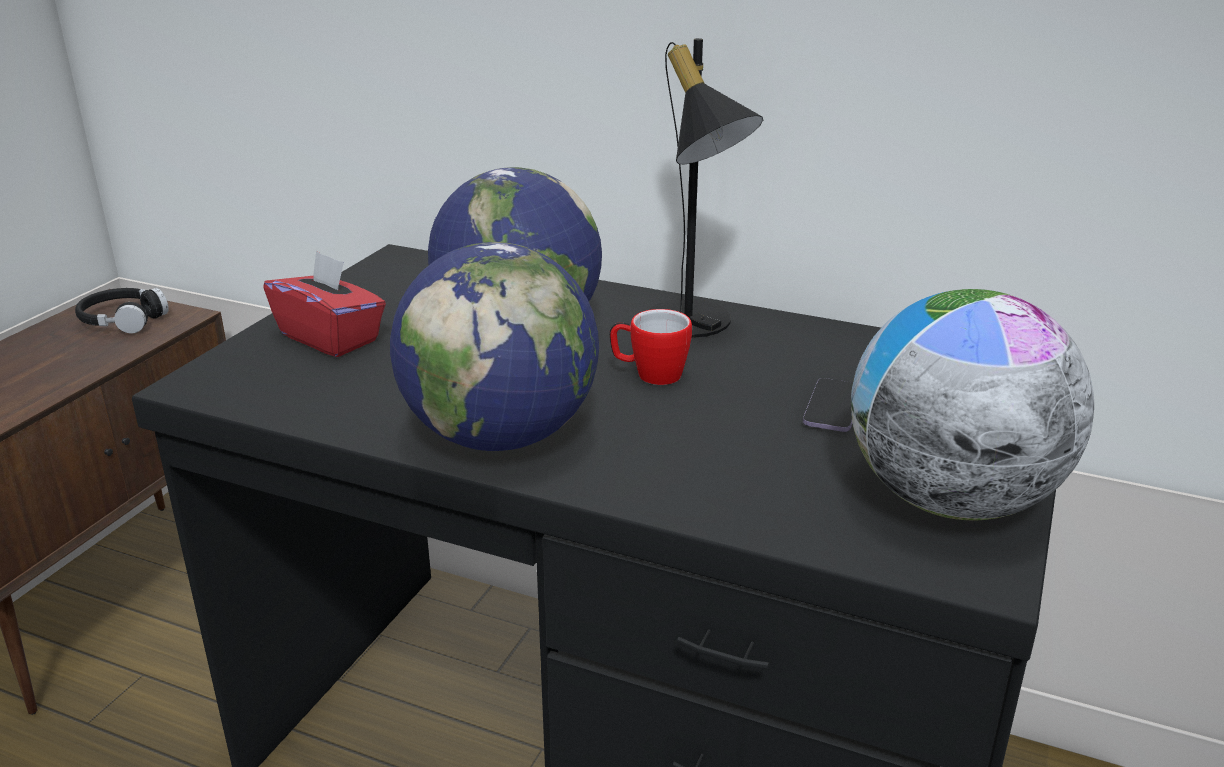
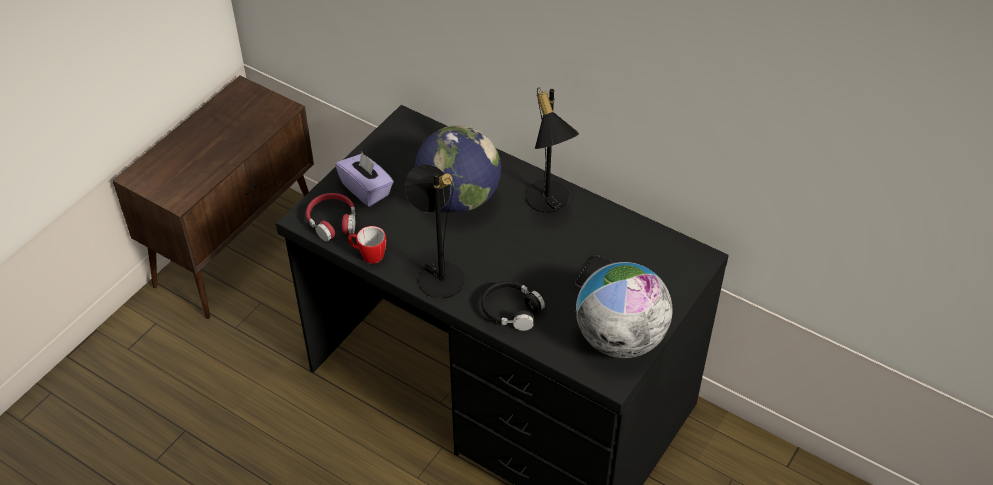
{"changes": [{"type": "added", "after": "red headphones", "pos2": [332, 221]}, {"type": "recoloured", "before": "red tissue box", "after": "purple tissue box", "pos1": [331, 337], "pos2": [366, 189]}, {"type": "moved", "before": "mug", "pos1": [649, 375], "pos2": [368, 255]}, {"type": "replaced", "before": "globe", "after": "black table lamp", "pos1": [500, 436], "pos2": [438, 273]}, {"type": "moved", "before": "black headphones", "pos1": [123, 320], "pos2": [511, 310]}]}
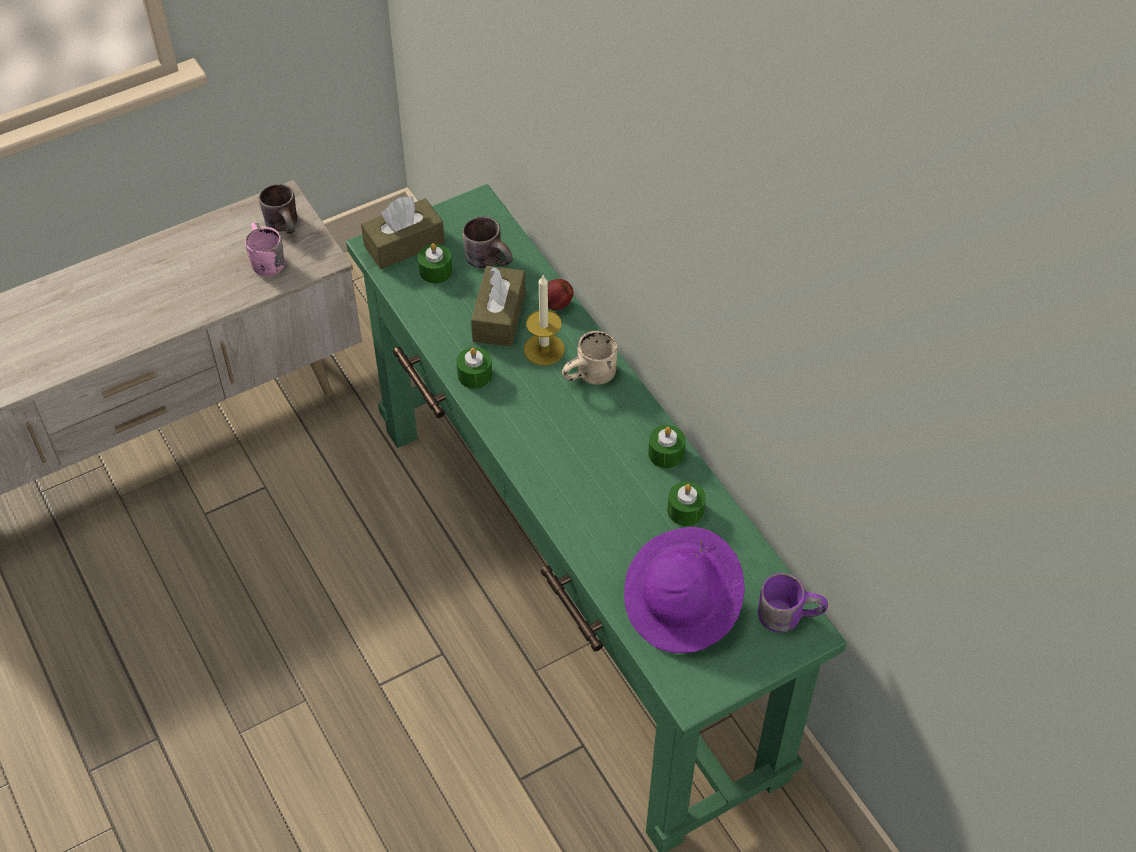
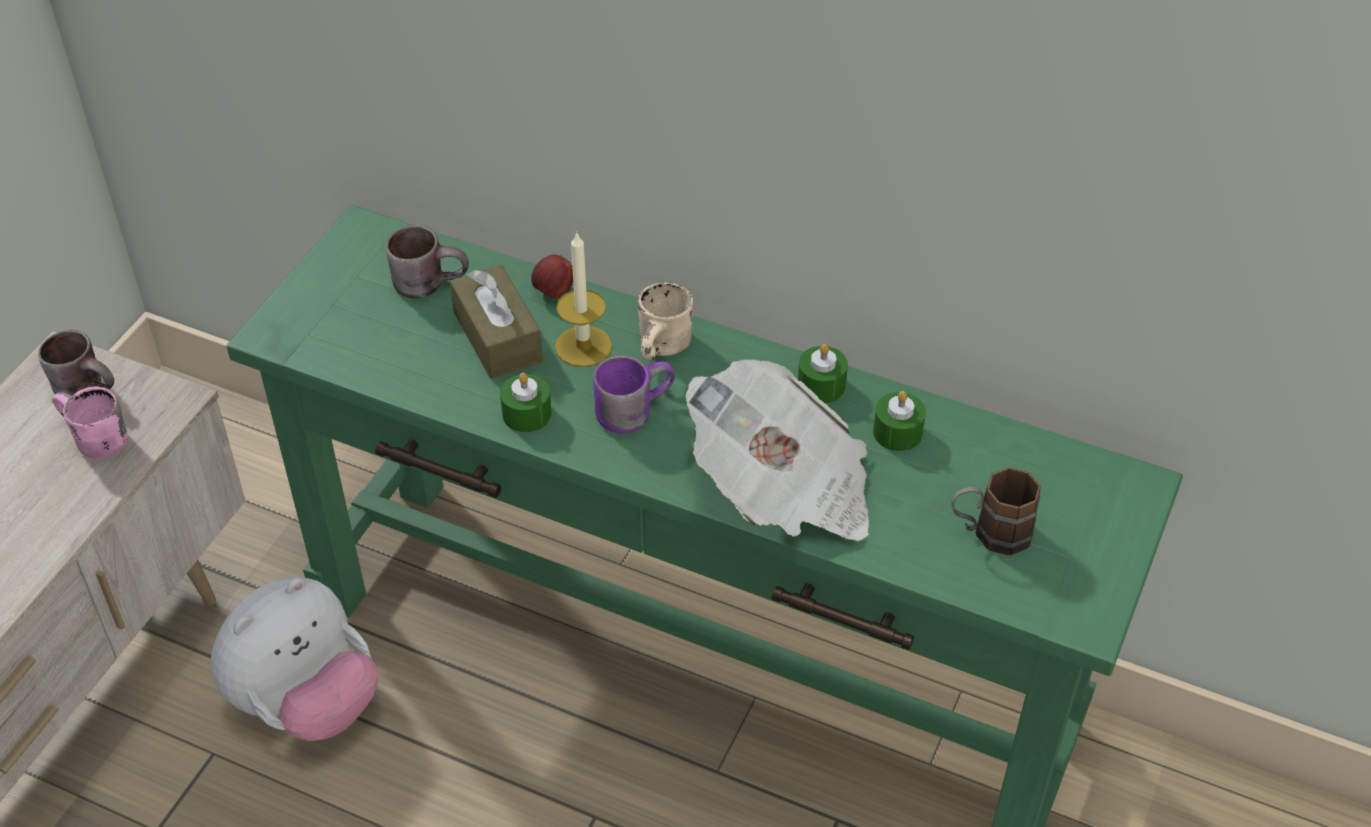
{"changes": [{"type": "added", "after": "plush toy", "pos2": [306, 703]}, {"type": "moved", "before": "purple mug", "pos1": [788, 613], "pos2": [631, 408]}, {"type": "added", "after": "newspaper", "pos2": [783, 489]}, {"type": "replaced", "before": "purple hat", "after": "brown mug", "pos1": [682, 607], "pos2": [989, 533]}, {"type": "removed", "before": "brown tissue box", "pos1": [404, 244]}, {"type": "removed", "before": "green candle", "pos1": [435, 271]}]}
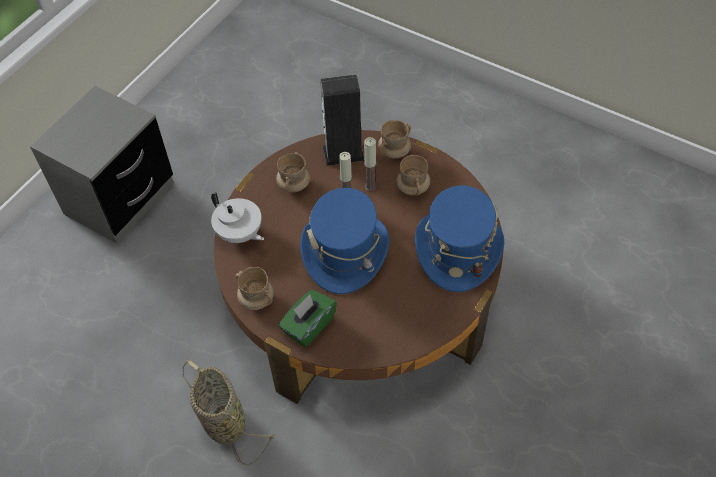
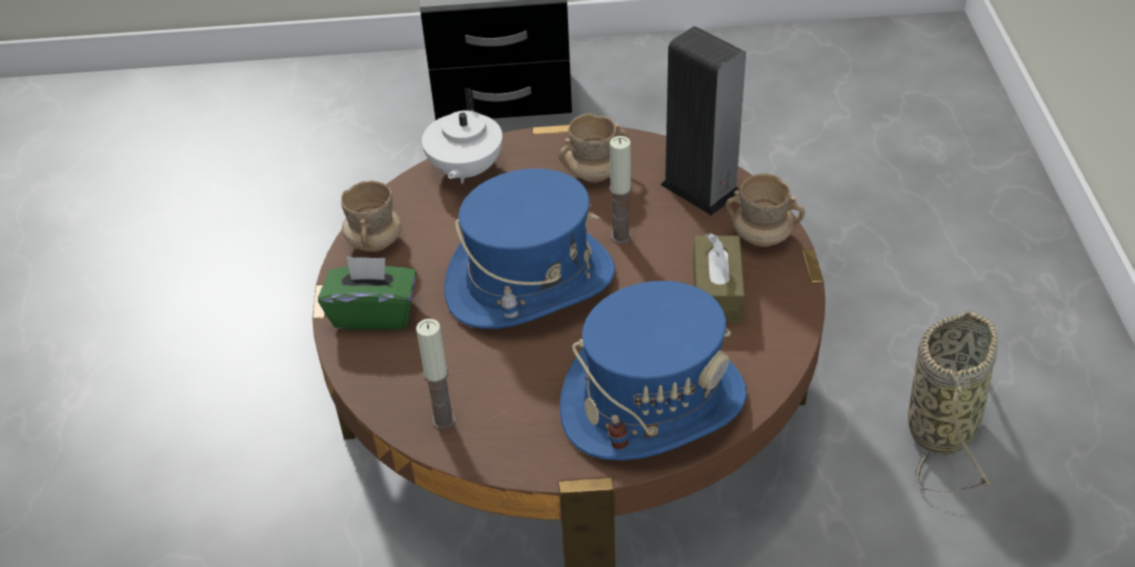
{"changes": [{"type": "moved", "before": "candle", "pos1": [370, 186], "pos2": [443, 420]}, {"type": "replaced", "before": "beige mug", "after": "brown tissue box", "pos1": [413, 188], "pos2": [717, 291]}, {"type": "moved", "before": "basket", "pos1": [223, 421], "pos2": [942, 423]}]}
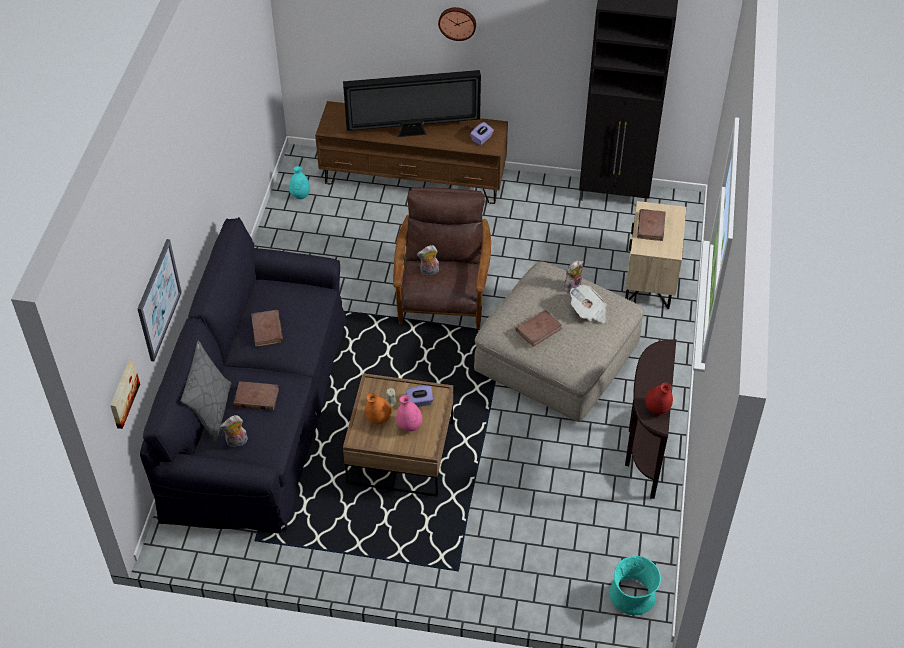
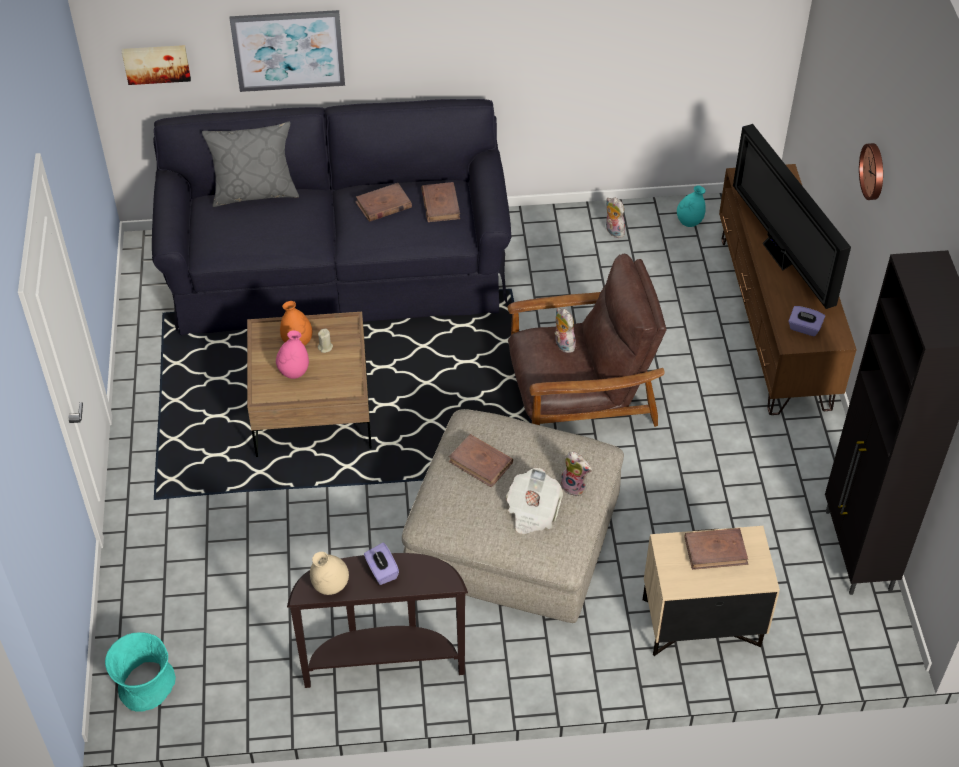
{"changes": [{"type": "recoloured", "before": "red vase", "after": "beige vase", "pos1": [657, 409], "pos2": [330, 586]}, {"type": "moved", "before": "purple tissue box", "pos1": [419, 401], "pos2": [381, 571]}, {"type": "moved", "before": "brown book", "pos1": [256, 398], "pos2": [440, 204]}, {"type": "moved", "before": "plush toy", "pos1": [236, 442], "pos2": [613, 231]}]}
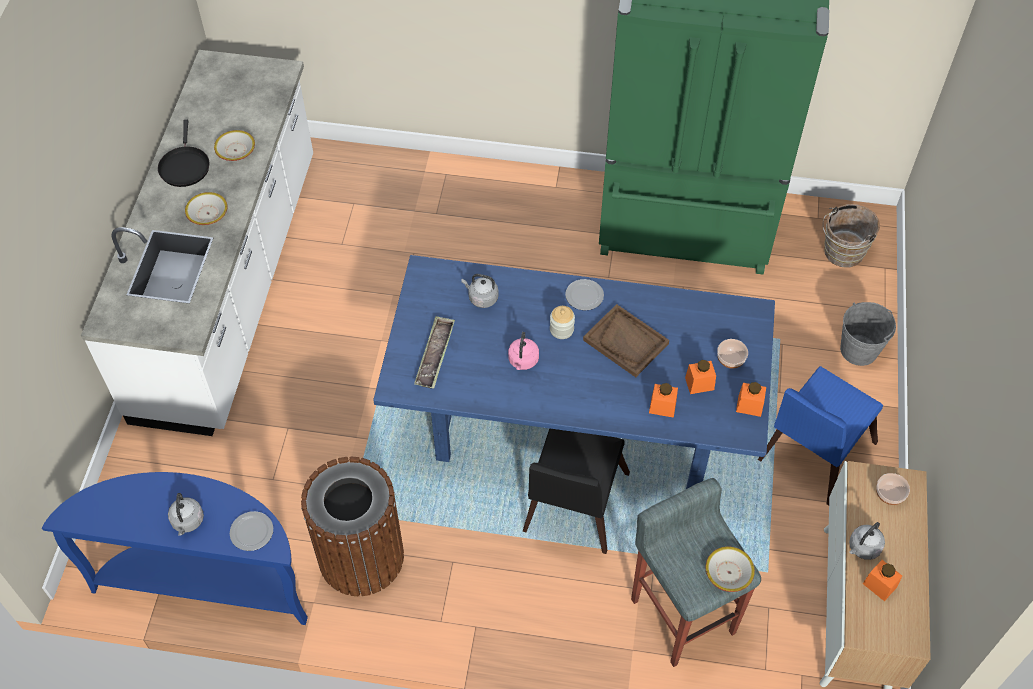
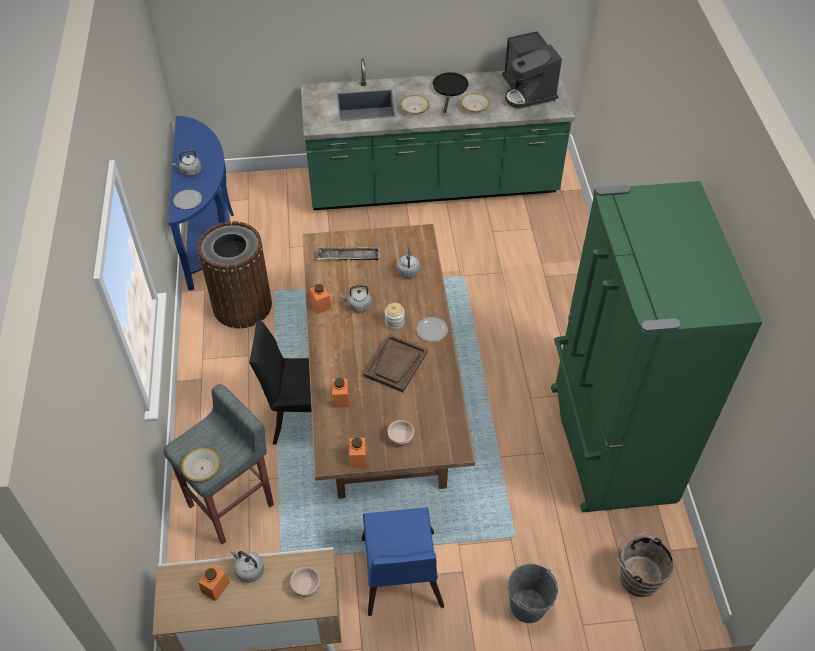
{"changes": [{"type": "recoloured", "before": "white counter", "after": "green counter", "pos1": [230, 285], "pos2": [433, 186]}, {"type": "recoloured", "before": "blue dining table", "after": "brown dining table", "pos1": [572, 422], "pos2": [382, 401]}, {"type": "moved", "before": "orange jar", "pos1": [699, 384], "pos2": [320, 305]}, {"type": "recoloured", "before": "pink kettle", "after": "grey kettle", "pos1": [523, 361], "pos2": [358, 306]}, {"type": "turned", "before": "blue chair", "pos1": [811, 455], "pos2": [400, 579], "turn": -120}, {"type": "turned", "before": "black frying pan", "pos1": [184, 166], "pos2": [450, 88], "turn": 120}, {"type": "added", "after": "coffee machine", "pos2": [527, 91]}]}
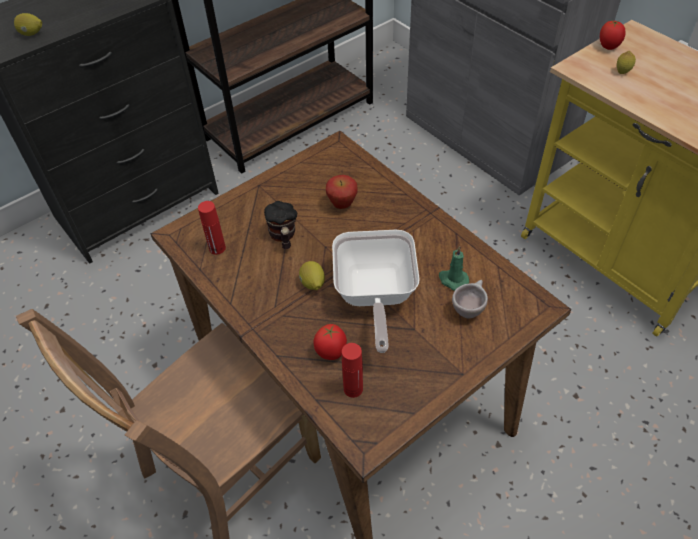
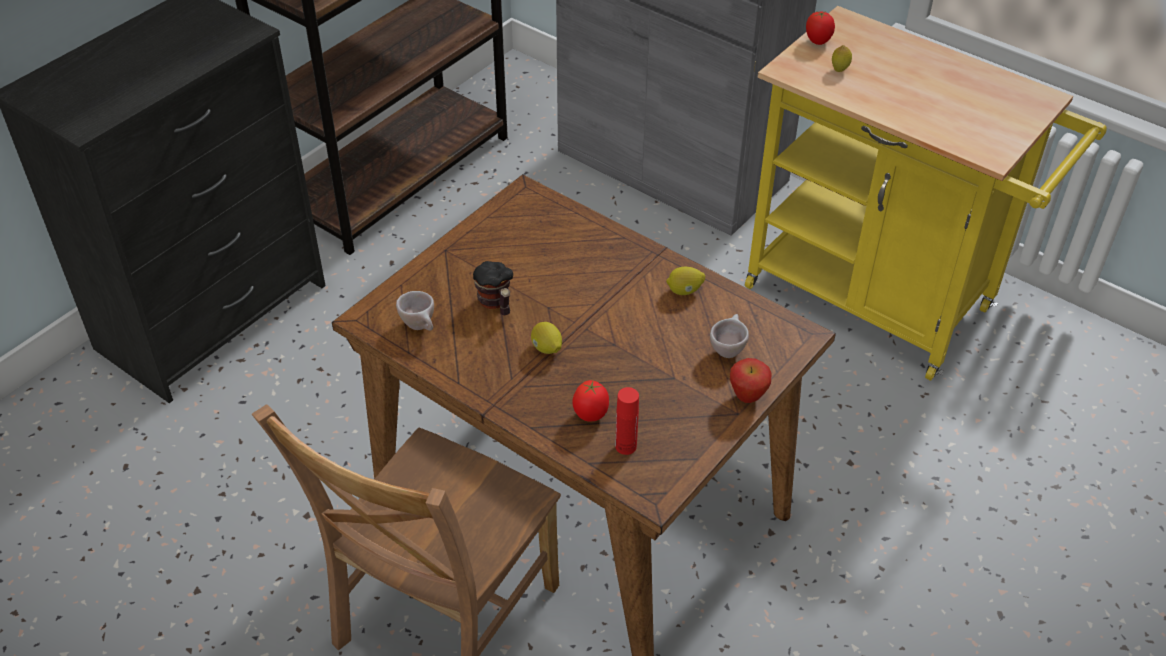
{"changes": [{"type": "replaced", "before": "red bottle", "after": "beige cup", "pos1": [217, 248], "pos2": [421, 327]}, {"type": "moved", "before": "lemon", "pos1": [32, 34], "pos2": [684, 291]}, {"type": "moved", "before": "apple", "pos1": [342, 205], "pos2": [747, 397]}, {"type": "removed", "before": "frying pan", "pos1": [374, 296]}, {"type": "removed", "before": "green candle", "pos1": [453, 280]}]}
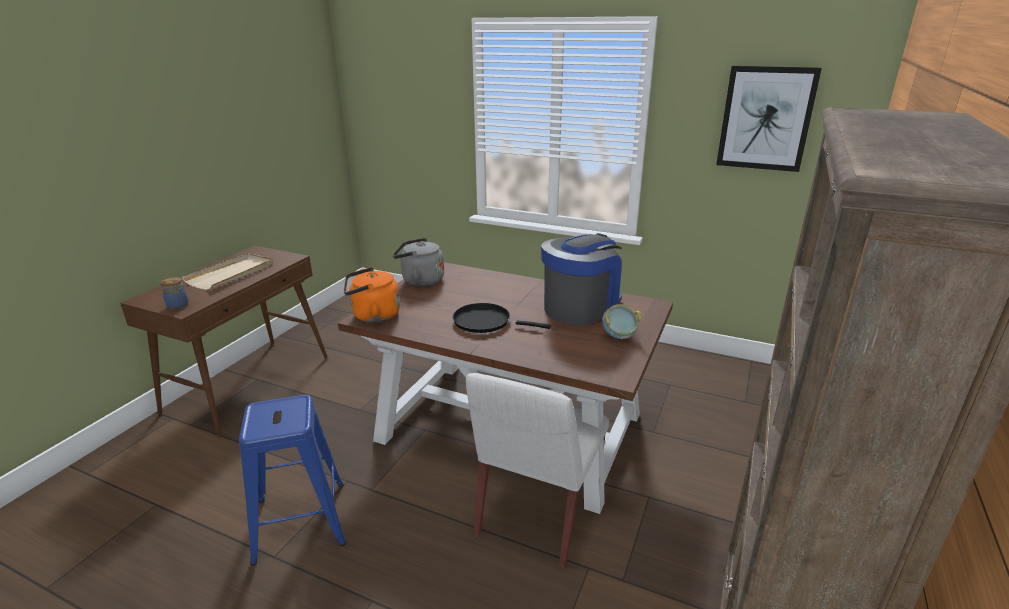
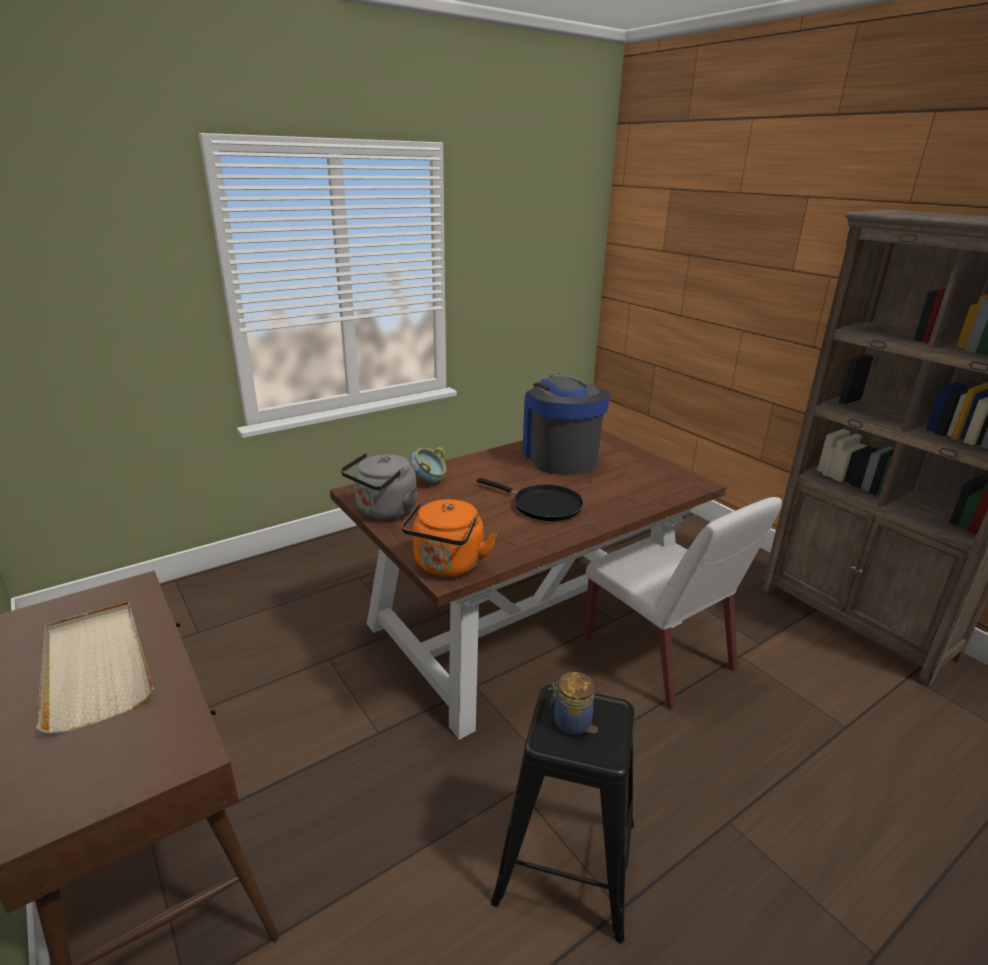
{"changes": [{"type": "moved", "before": "bowl", "pos1": [619, 336], "pos2": [429, 481]}, {"type": "turned", "before": "black frying pan", "pos1": [486, 322], "pos2": [542, 505], "turn": -105}, {"type": "recoloured", "before": "blue stool", "after": "black stool", "pos1": [299, 520], "pos2": [564, 862]}, {"type": "moved", "before": "jar", "pos1": [178, 305], "pos2": [570, 722]}, {"type": "removed", "before": "picture", "pos1": [765, 118]}]}
